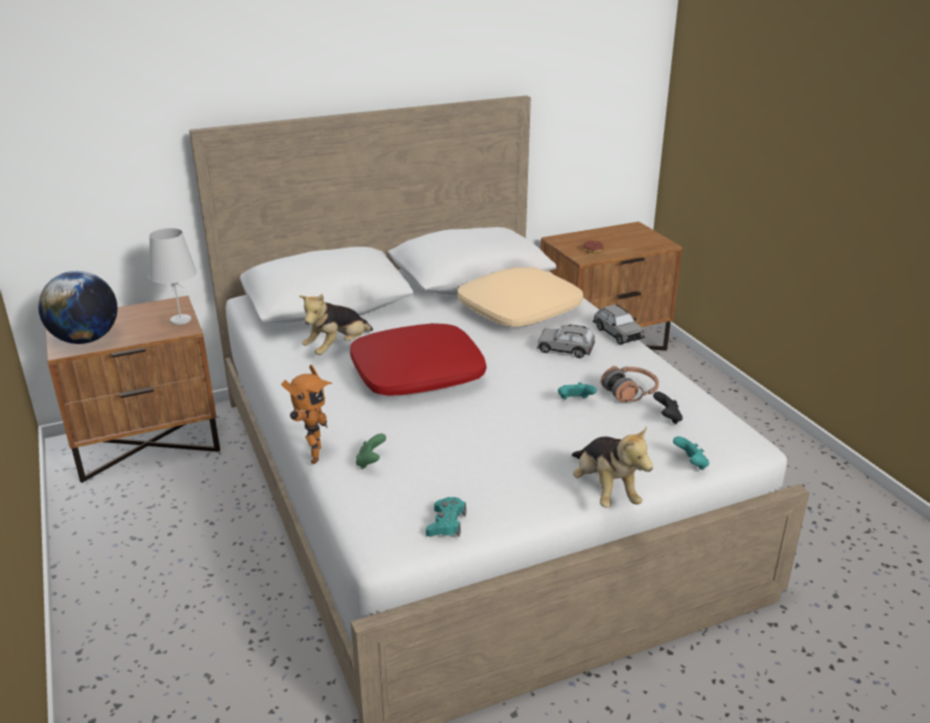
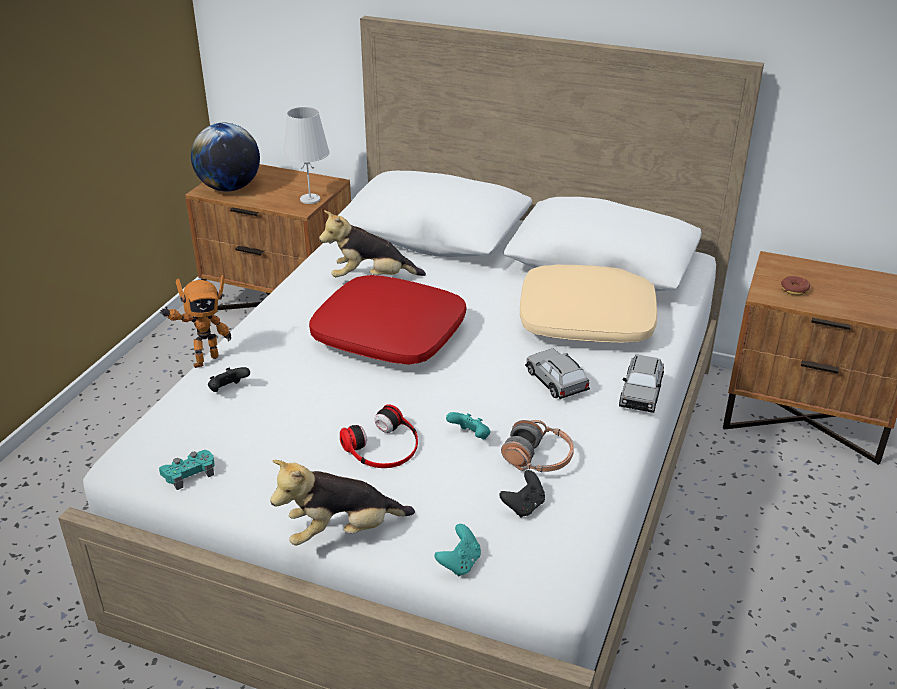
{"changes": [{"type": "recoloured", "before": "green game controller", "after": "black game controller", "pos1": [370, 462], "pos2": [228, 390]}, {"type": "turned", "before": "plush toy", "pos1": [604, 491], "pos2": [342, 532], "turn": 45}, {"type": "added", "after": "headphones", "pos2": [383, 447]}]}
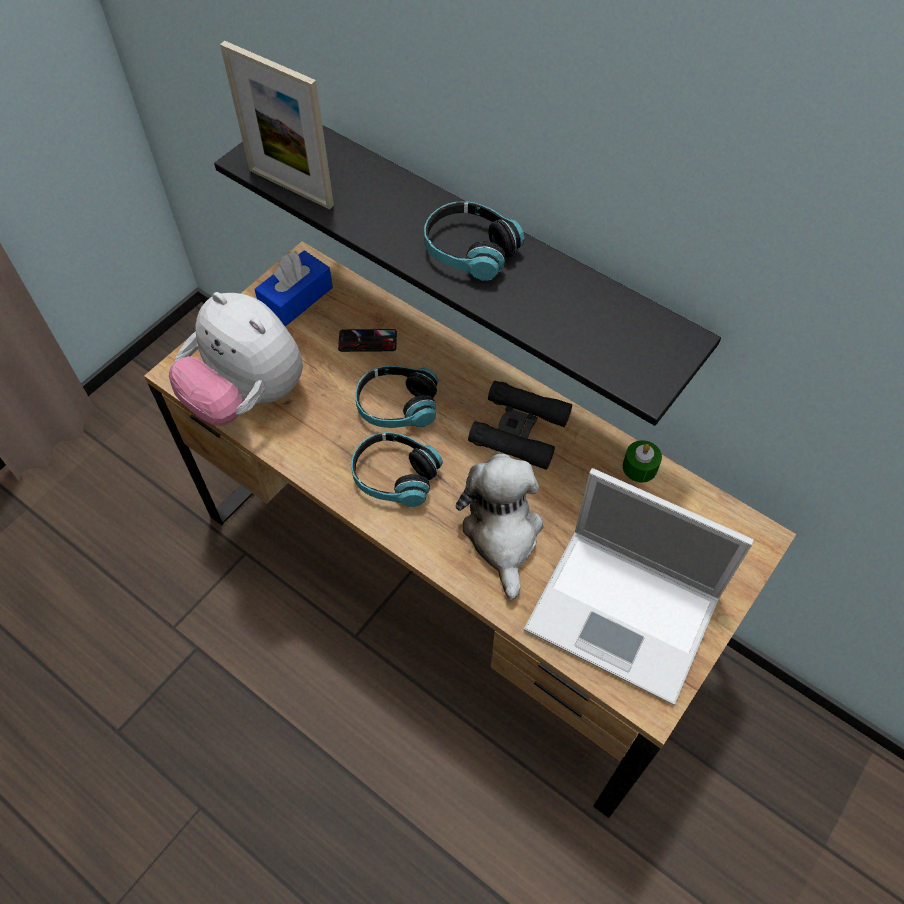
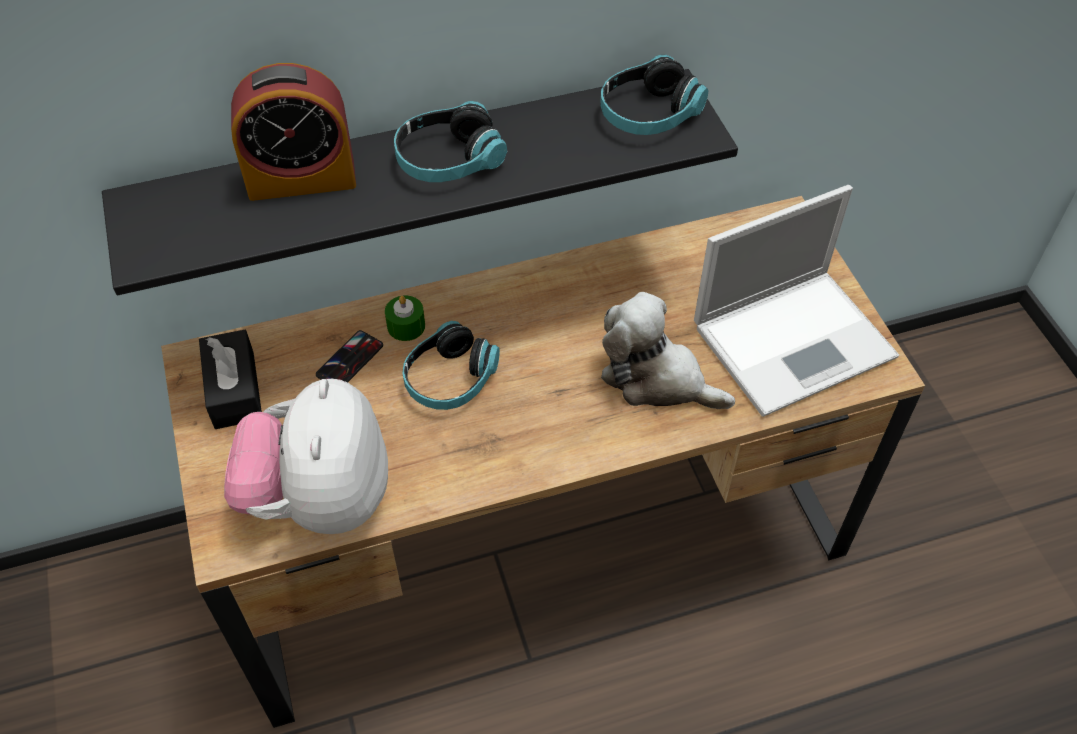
{"changes": [{"type": "recoloured", "before": "blue tissue box", "after": "black tissue box", "pos1": [296, 298], "pos2": [234, 390]}, {"type": "turned", "before": "plush toy", "pos1": [247, 396], "pos2": [320, 499], "turn": 105}, {"type": "added", "after": "alarm clock", "pos2": [302, 178]}, {"type": "moved", "before": "green candle", "pos1": [640, 467], "pos2": [406, 326]}, {"type": "moved", "before": "headphones", "pos1": [395, 476], "pos2": [649, 113]}, {"type": "removed", "before": "picture frame", "pos1": [291, 187]}, {"type": "removed", "before": "black binoculars", "pos1": [519, 430]}]}
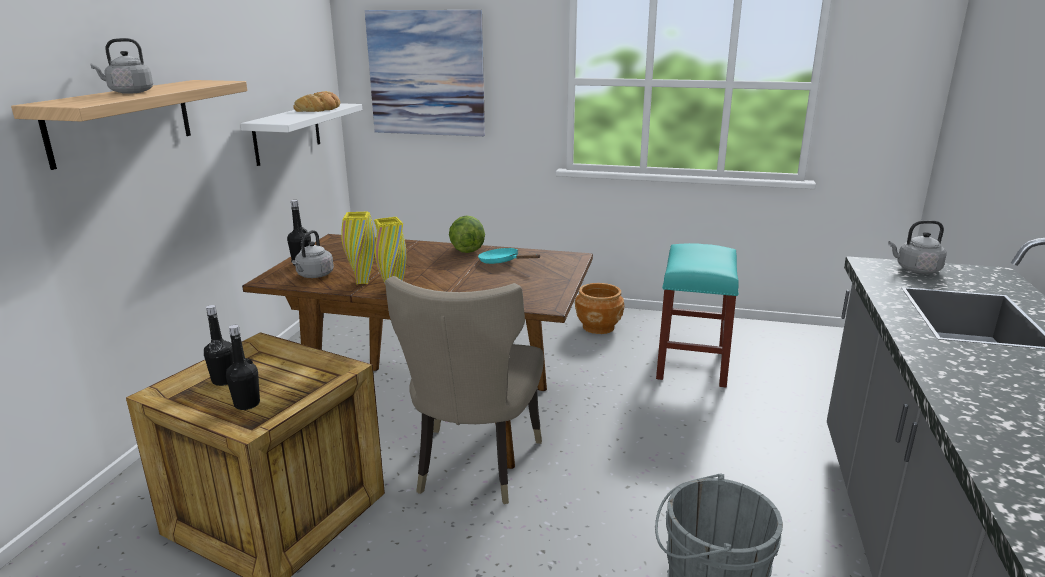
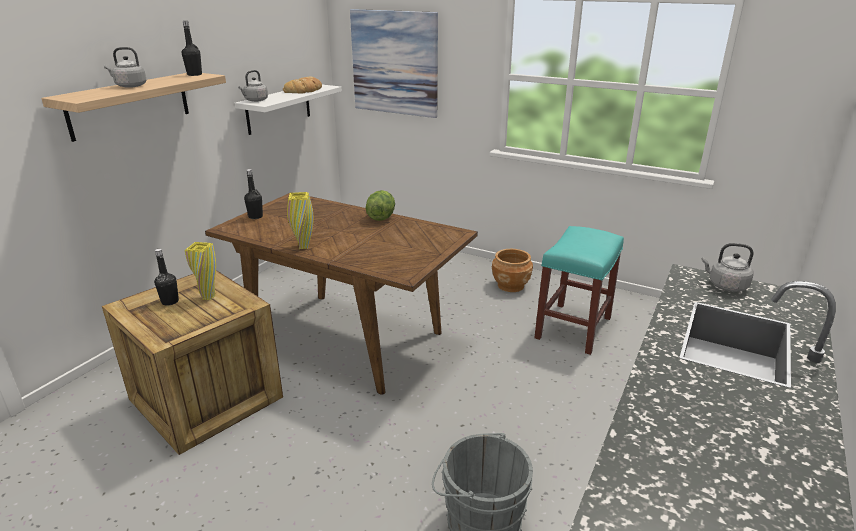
{"changes": [{"type": "moved", "before": "black bottle", "pos1": [247, 404], "pos2": [194, 74]}, {"type": "moved", "before": "yellow vase", "pos1": [362, 281], "pos2": [208, 297]}, {"type": "moved", "before": "grey kettle", "pos1": [314, 275], "pos2": [255, 100]}, {"type": "removed", "before": "beige chair", "pos1": [473, 468]}, {"type": "removed", "before": "turquoise frying pan", "pos1": [502, 262]}]}
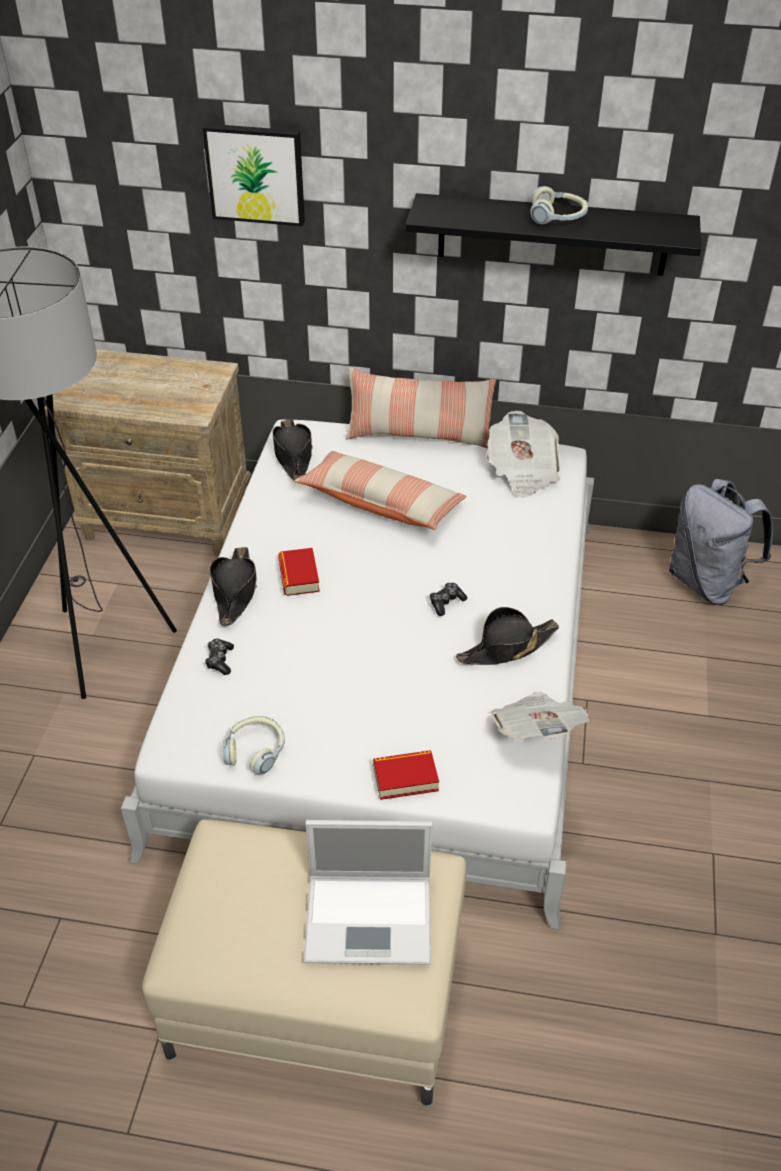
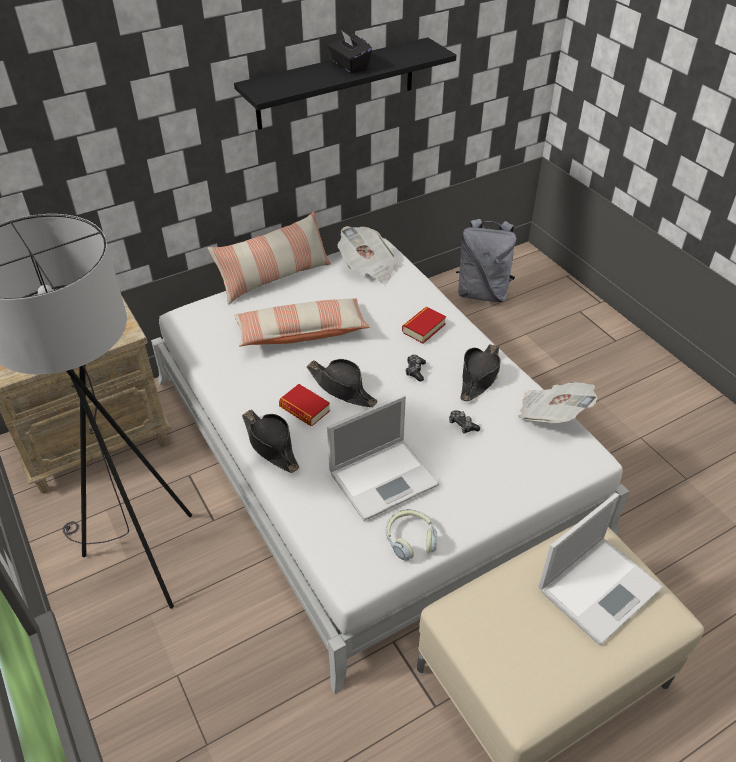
{"changes": [{"type": "moved", "before": "black hat", "pos1": [293, 455], "pos2": [342, 388]}, {"type": "added", "after": "laptop", "pos2": [385, 478]}, {"type": "replaced", "before": "headphones", "after": "black tissue box", "pos1": [558, 217], "pos2": [349, 65]}, {"type": "moved", "before": "book", "pos1": [405, 778], "pos2": [423, 328]}, {"type": "moved", "before": "game controller", "pos1": [220, 660], "pos2": [462, 425]}, {"type": "removed", "before": "picture", "pos1": [256, 173]}]}
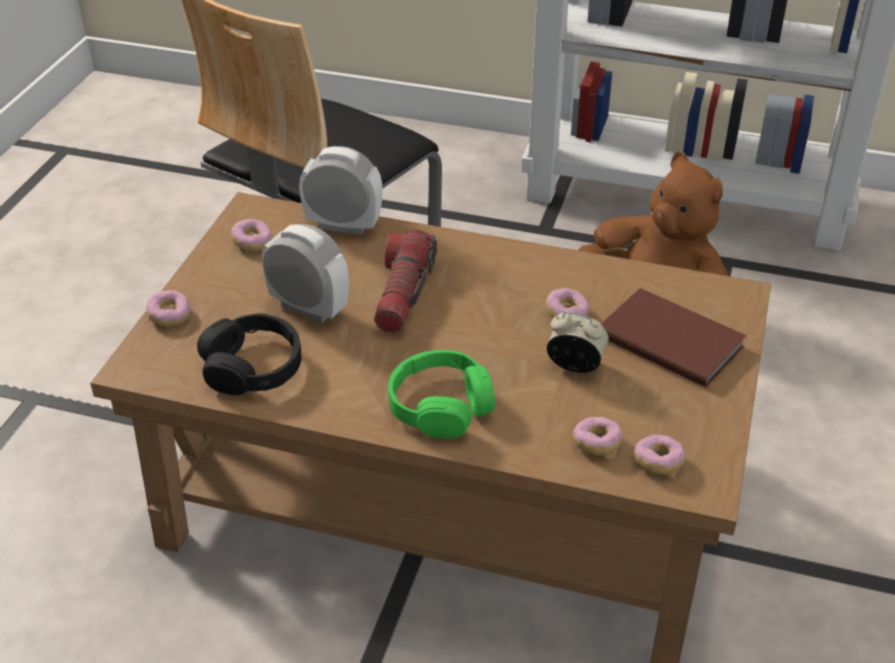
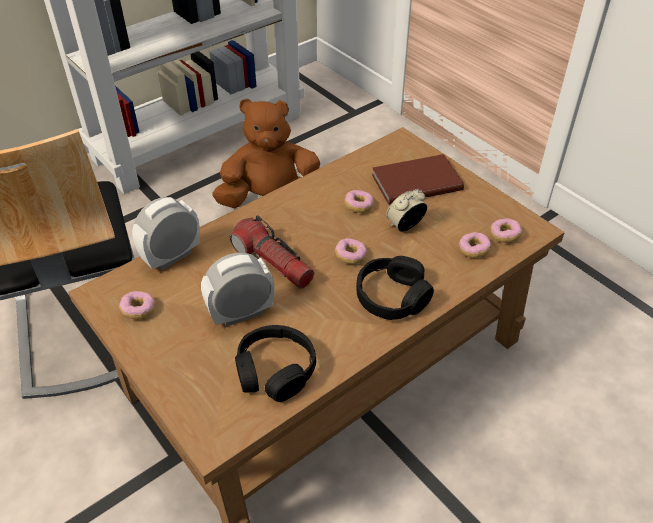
{"changes": [{"type": "moved", "before": "donut", "pos1": [169, 316], "pos2": [350, 256]}, {"type": "recoloured", "before": "green headphones", "after": "black headphones", "pos1": [441, 406], "pos2": [392, 296]}]}
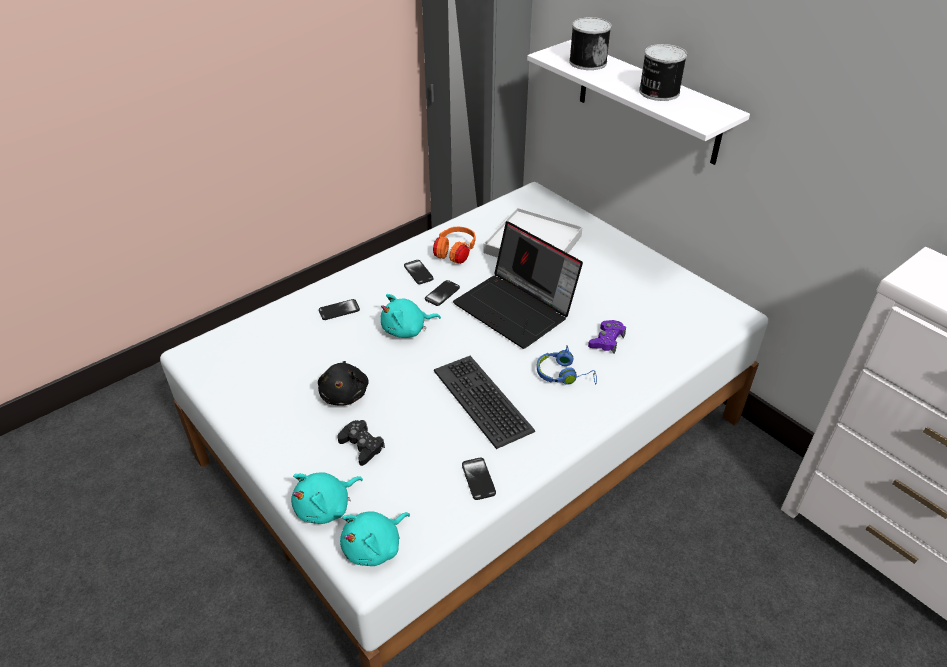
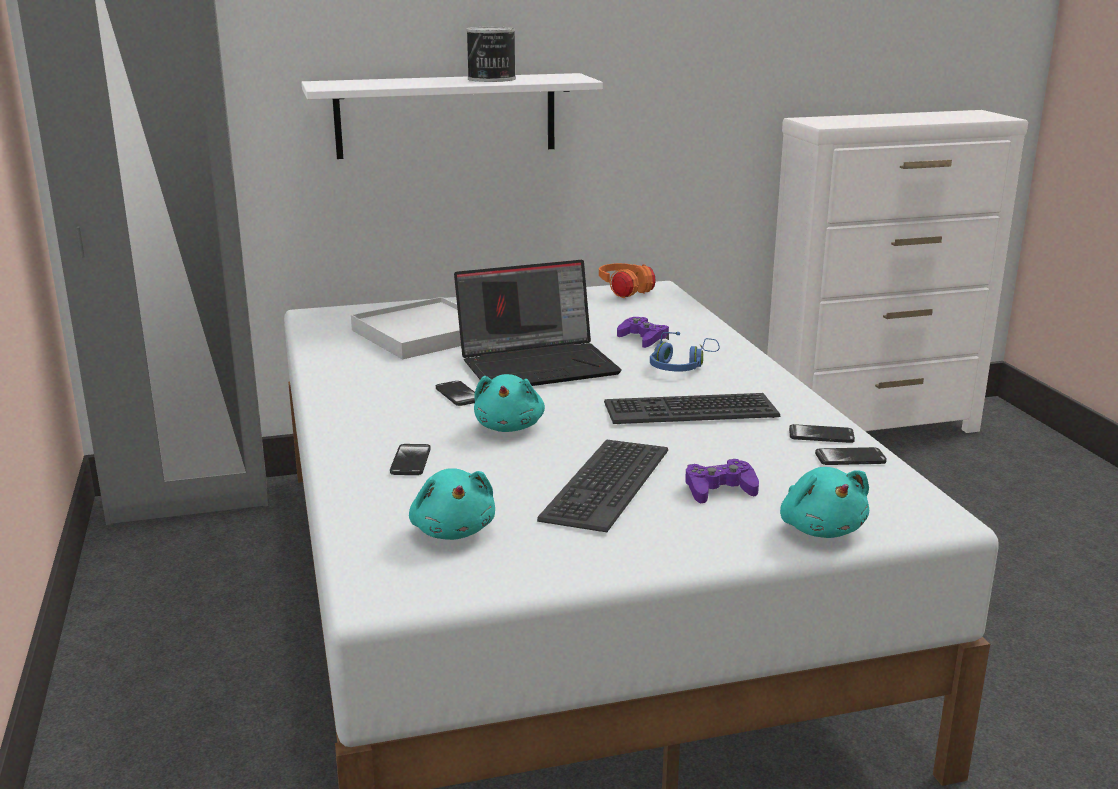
{"changes": [{"type": "moved", "before": "turquoise plush toy", "pos1": [375, 547], "pos2": [453, 530]}, {"type": "replaced", "before": "black plush toy", "after": "keyboard", "pos1": [345, 393], "pos2": [604, 484]}, {"type": "moved", "before": "orange headphones", "pos1": [455, 254], "pos2": [625, 292]}, {"type": "recoloured", "before": "black game controller", "after": "purple game controller", "pos1": [362, 446], "pos2": [719, 489]}, {"type": "moved", "before": "phone", "pos1": [418, 273], "pos2": [850, 458]}, {"type": "removed", "before": "can", "pos1": [587, 62]}]}
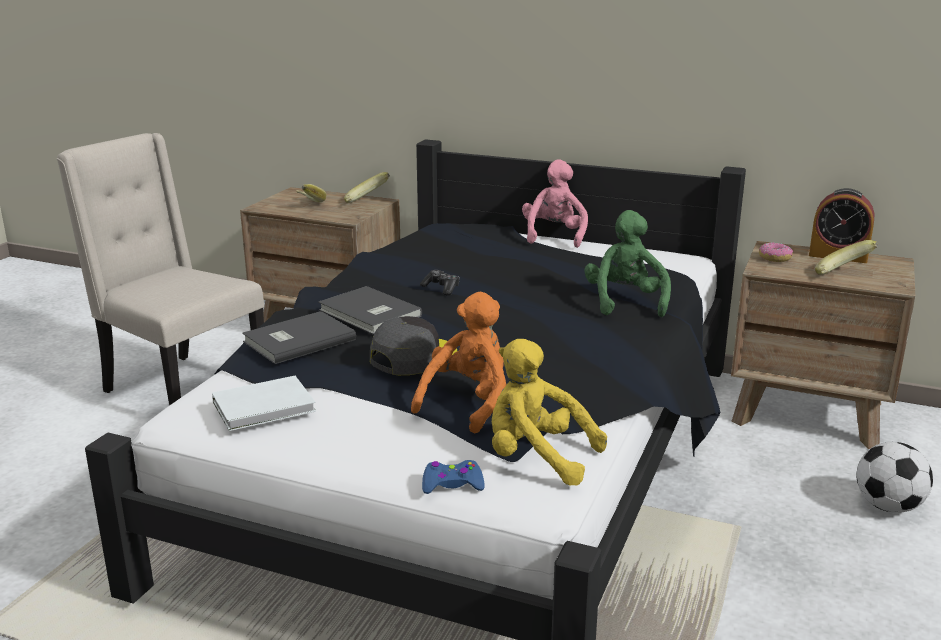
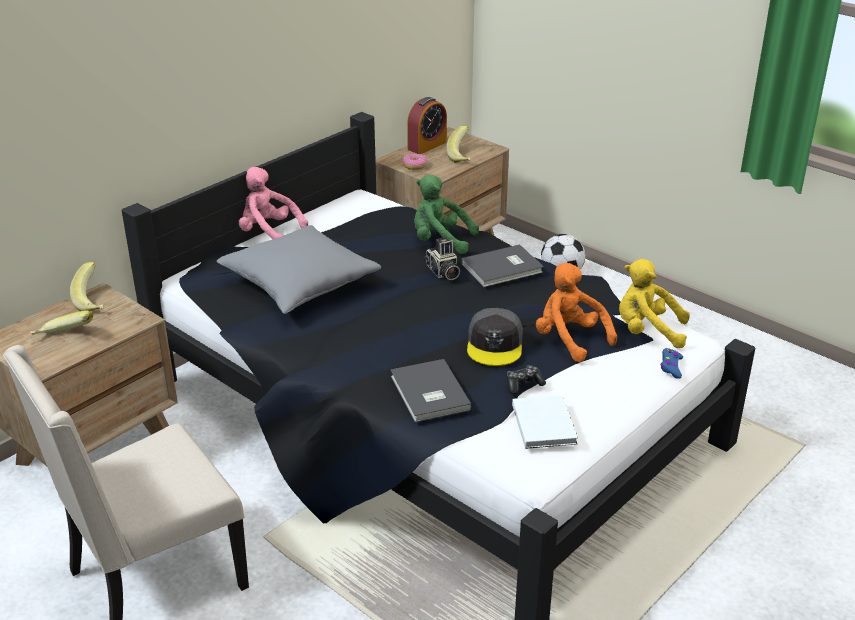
{"changes": [{"type": "added", "after": "grey pillow", "pos2": [300, 284]}, {"type": "added", "after": "photo camera", "pos2": [443, 272]}, {"type": "moved", "before": "grey book", "pos1": [368, 314], "pos2": [503, 269]}, {"type": "turned", "before": "grey cap", "pos1": [413, 357], "pos2": [495, 344], "turn": -150}, {"type": "moved", "before": "game controller", "pos1": [441, 288], "pos2": [523, 384]}, {"type": "turned", "before": "yellow plush toy", "pos1": [536, 458], "pos2": [647, 331], "turn": 60}]}
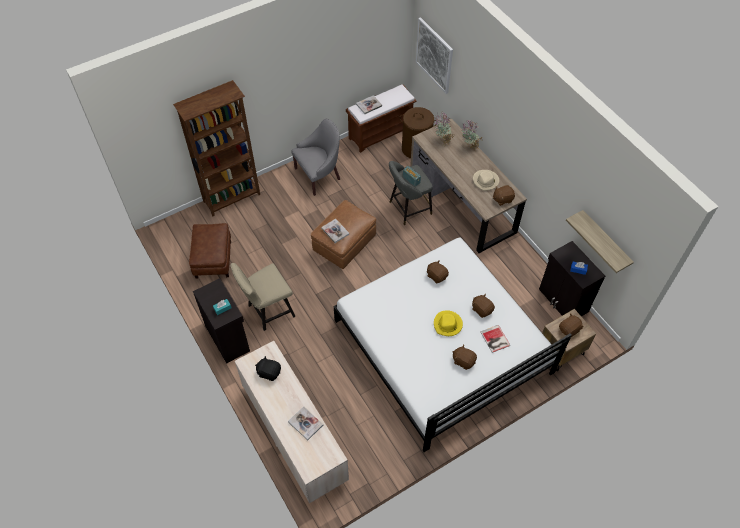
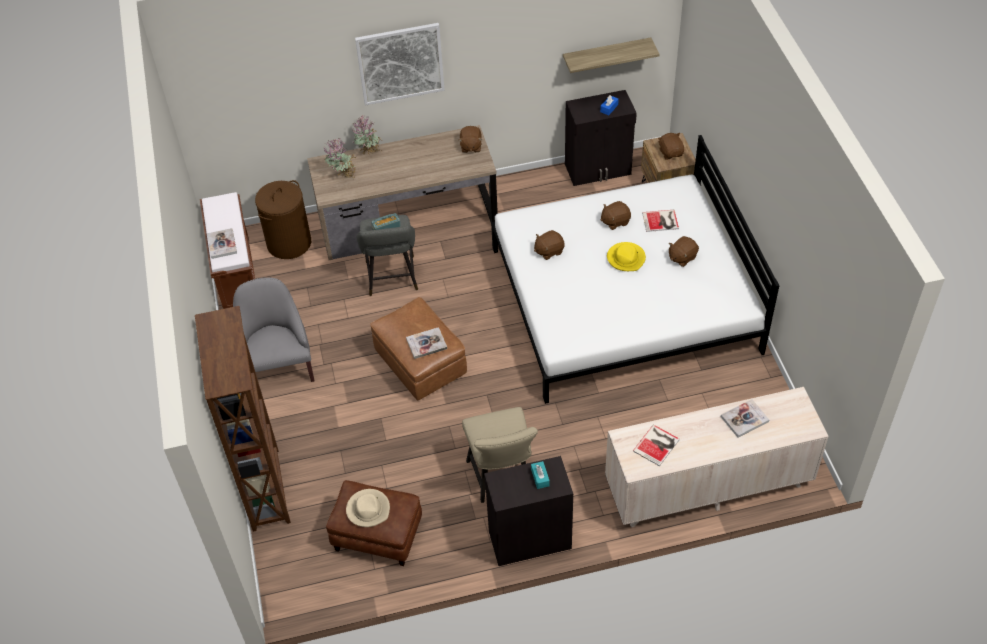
{"changes": [{"type": "moved", "before": "beige hat", "pos1": [486, 181], "pos2": [368, 509]}, {"type": "moved", "before": "picture", "pos1": [434, 55], "pos2": [400, 63]}, {"type": "replaced", "before": "black plush toy", "after": "book", "pos1": [269, 372], "pos2": [657, 445]}]}
